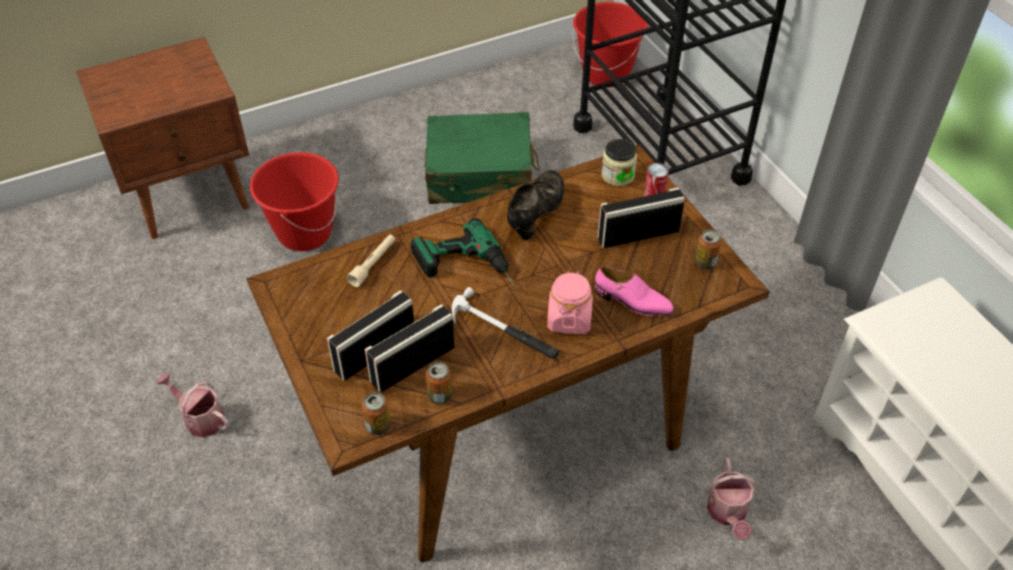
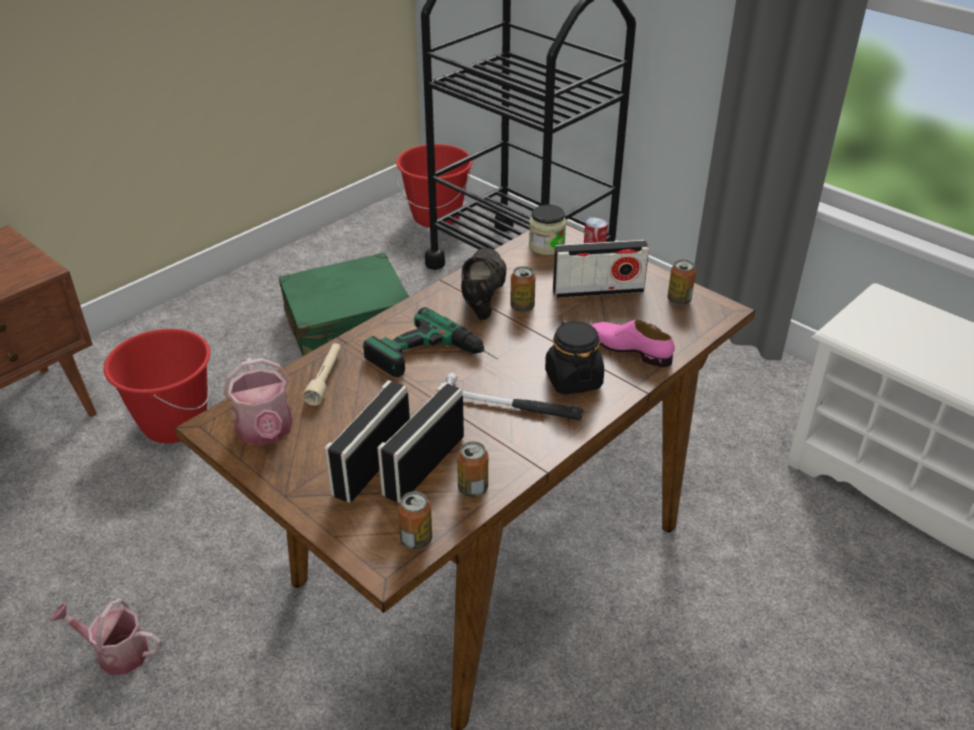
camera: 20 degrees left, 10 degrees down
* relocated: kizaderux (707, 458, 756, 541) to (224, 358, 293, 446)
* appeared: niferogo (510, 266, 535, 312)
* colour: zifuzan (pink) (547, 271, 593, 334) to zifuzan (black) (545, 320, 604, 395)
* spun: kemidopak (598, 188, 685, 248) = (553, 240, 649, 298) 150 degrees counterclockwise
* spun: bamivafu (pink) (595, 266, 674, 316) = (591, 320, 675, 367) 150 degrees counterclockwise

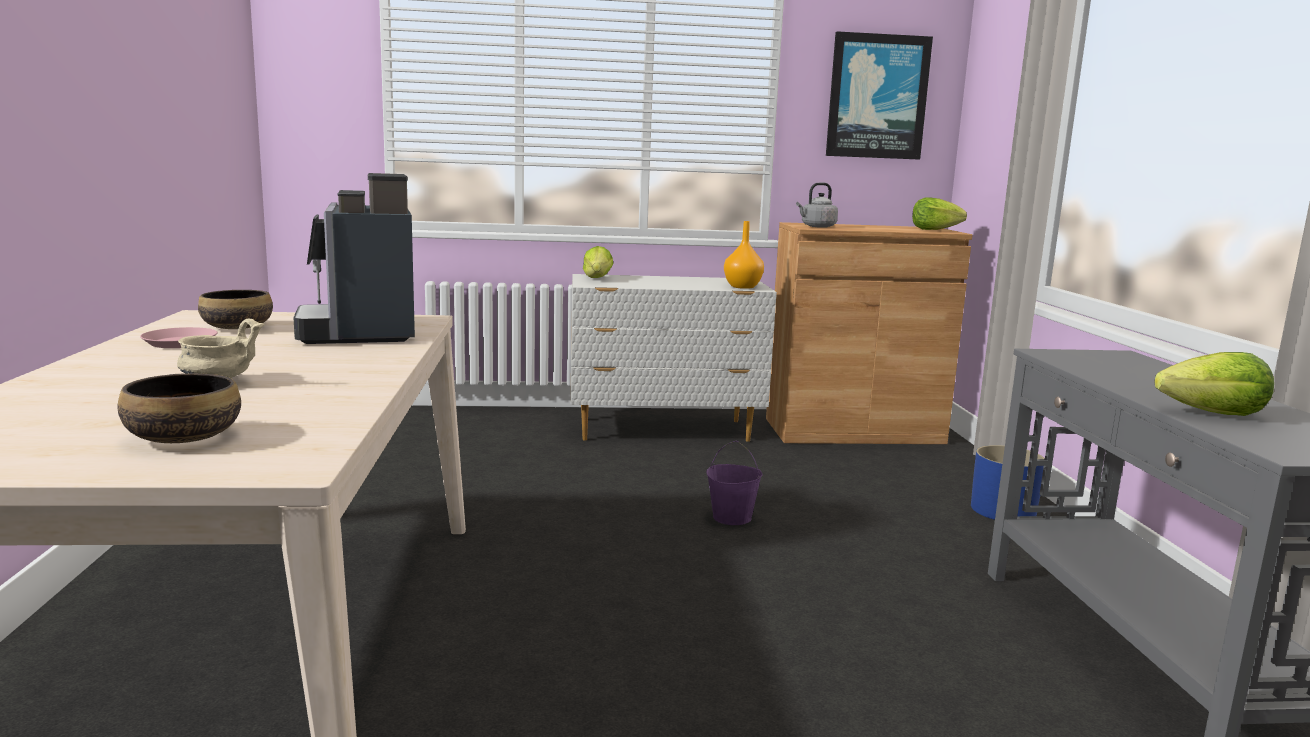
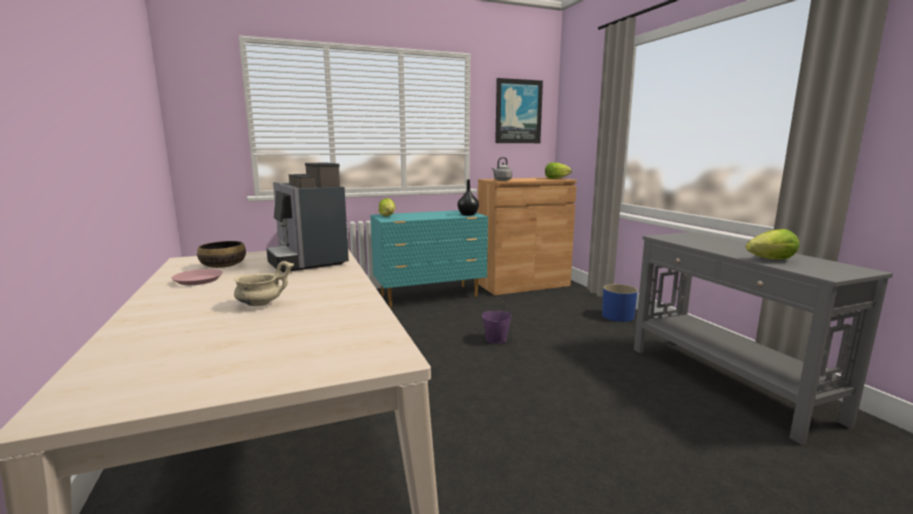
camera: 15 degrees left, 0 degrees up
* colour: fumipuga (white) (571, 274, 777, 442) to fumipuga (turquoise) (371, 210, 488, 307)
* colour: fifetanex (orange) (724, 221, 764, 289) to fifetanex (black) (458, 180, 479, 216)
* missing: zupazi (117, 373, 241, 443)

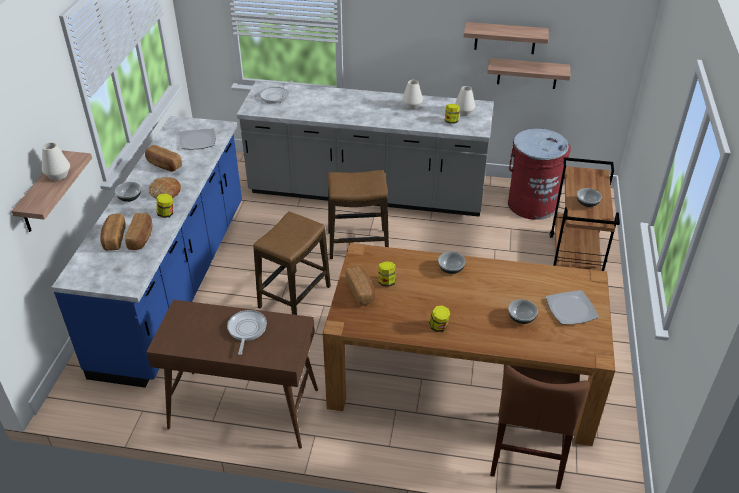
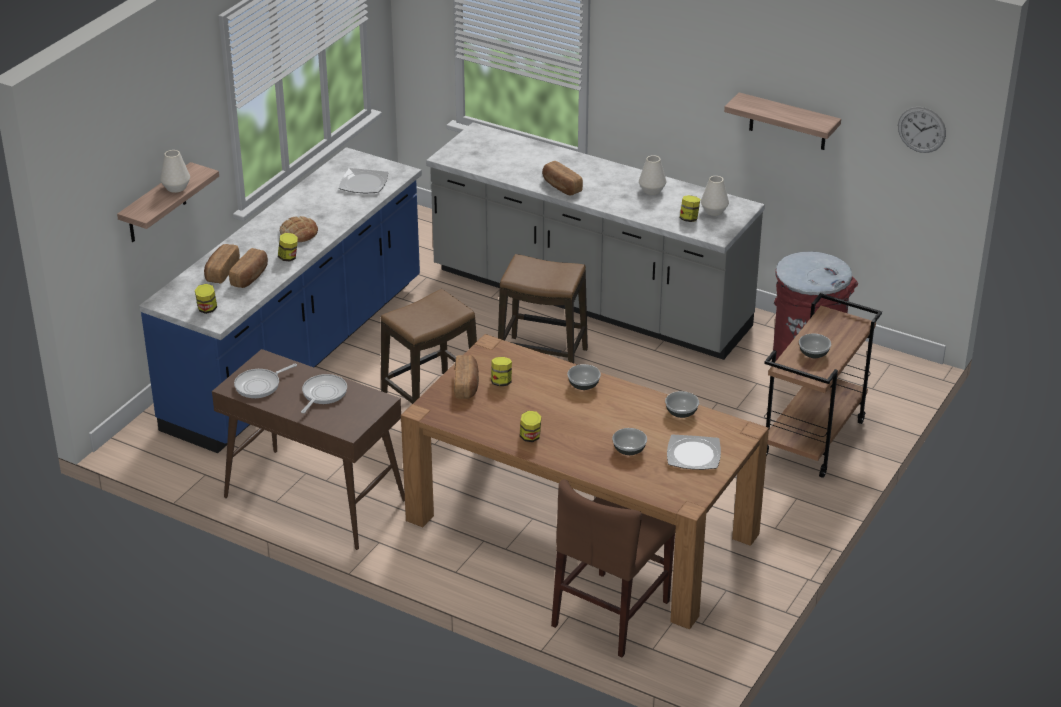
camera: 20 degrees right, 5 degrees down
* appeared: zifuzan (195, 284, 217, 314)
* relocated: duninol (260, 80, 293, 104) to (234, 364, 297, 398)
* relocated: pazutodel (145, 145, 182, 171) to (542, 161, 583, 196)
* relocated: zupazi (115, 182, 141, 202) to (665, 391, 699, 418)
* appeared: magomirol (898, 107, 946, 153)
* missing: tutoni (487, 58, 571, 89)

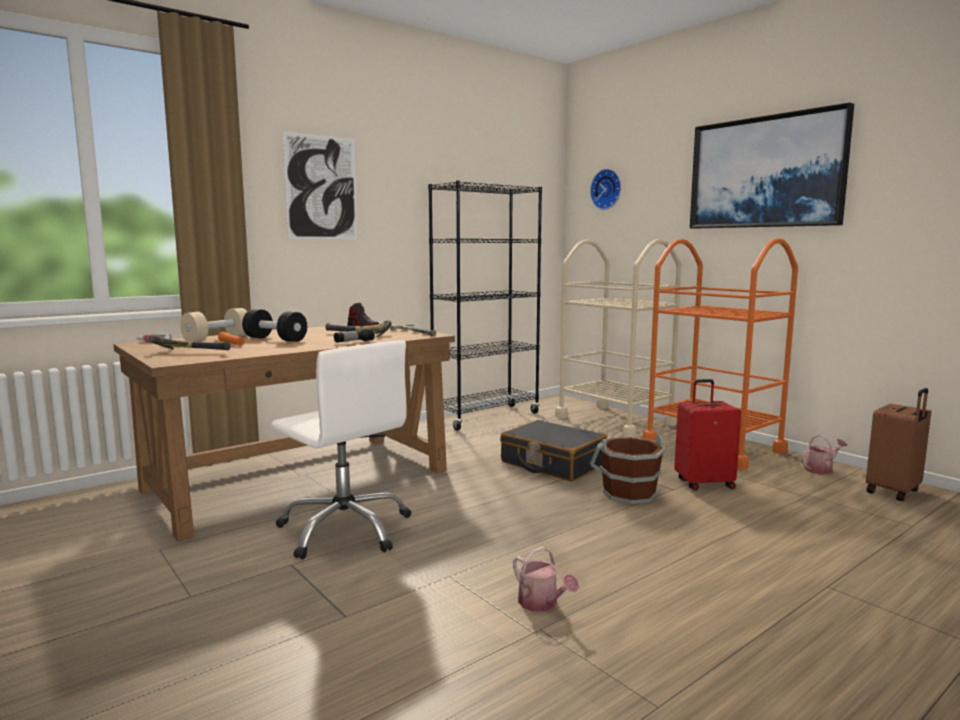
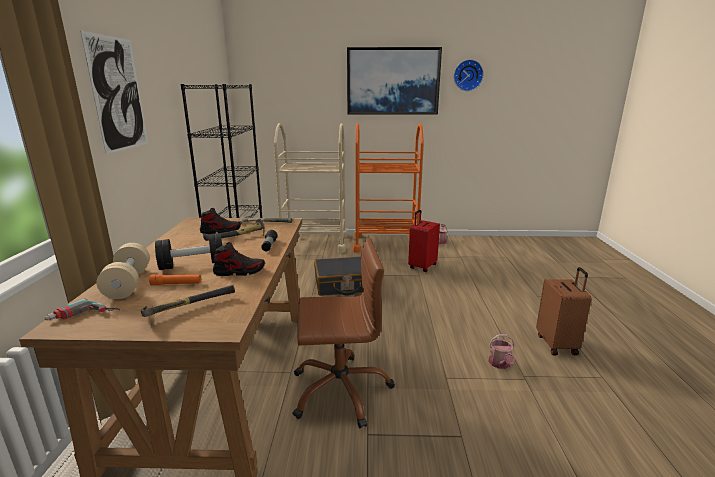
camera: 50 degrees left, 10 degrees up
* appeared: bamivafu (213, 242, 265, 276)
* colour: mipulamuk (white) (271, 341, 412, 559) to mipulamuk (brown) (293, 238, 395, 429)
* relocated: magomirol (590, 169, 621, 210) to (454, 59, 484, 91)
* spun: kizaderux (513, 546, 579, 612) = (488, 334, 515, 369) 90 degrees clockwise
* relocated: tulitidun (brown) (866, 388, 931, 501) to (536, 267, 591, 355)
* missing: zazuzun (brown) (590, 435, 666, 504)

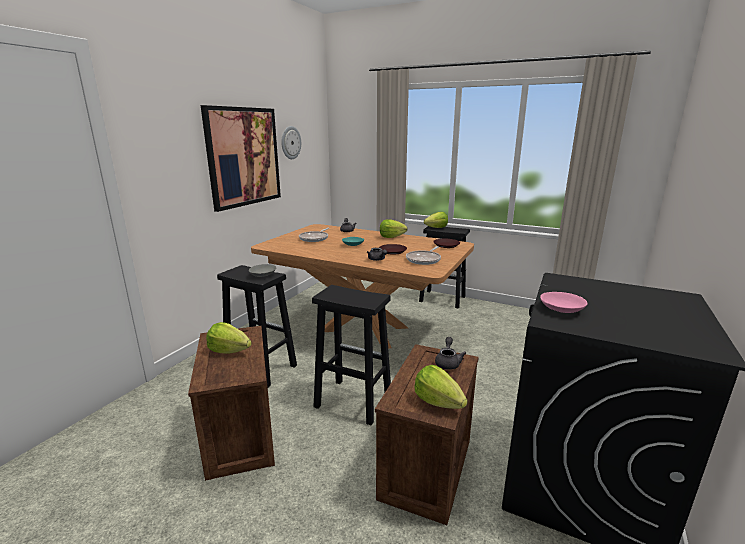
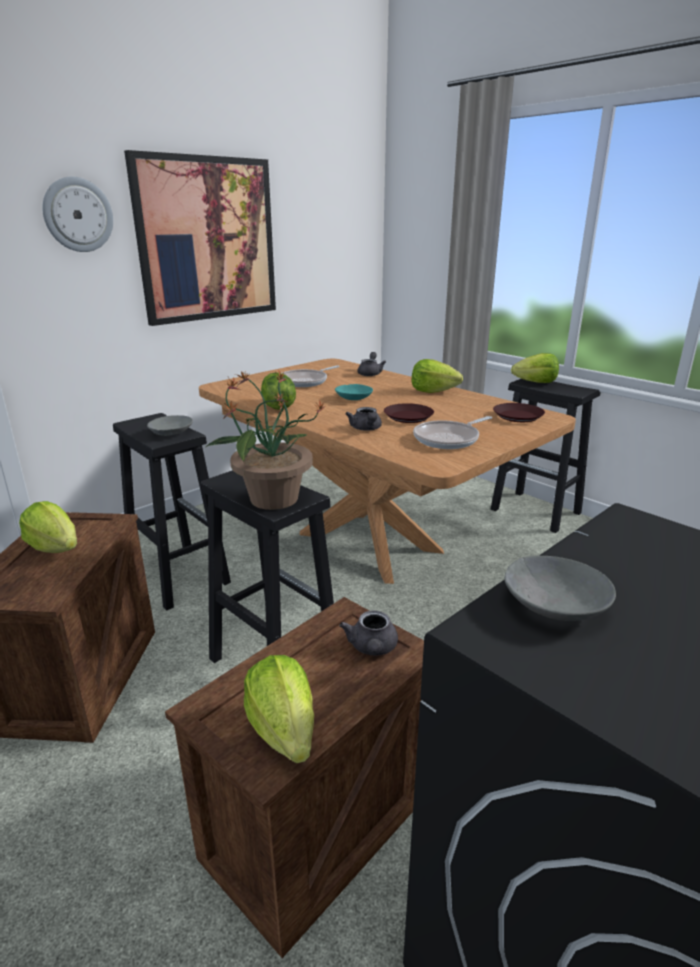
camera: 20 degrees right, 5 degrees up
* relocated: magomirol (281, 126, 301, 159) to (42, 176, 113, 252)
* appeared: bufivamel (206, 370, 325, 510)
* appeared: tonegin (261, 372, 296, 410)
* spun: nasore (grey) (435, 337, 466, 370) = (339, 610, 398, 656) 150 degrees clockwise
* colour: zupazi (pink) (540, 292, 588, 313) to zupazi (grey) (504, 556, 616, 621)

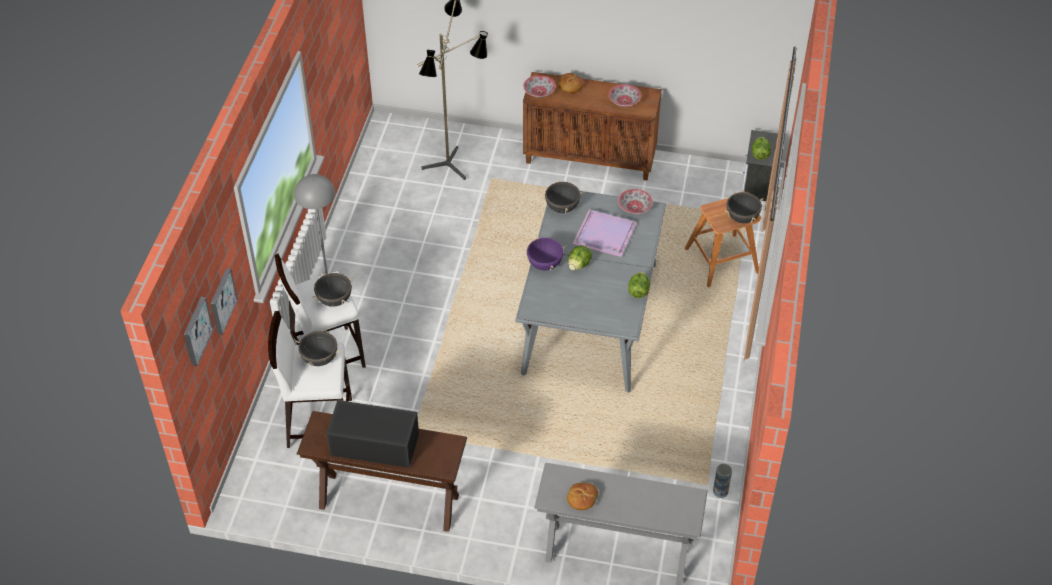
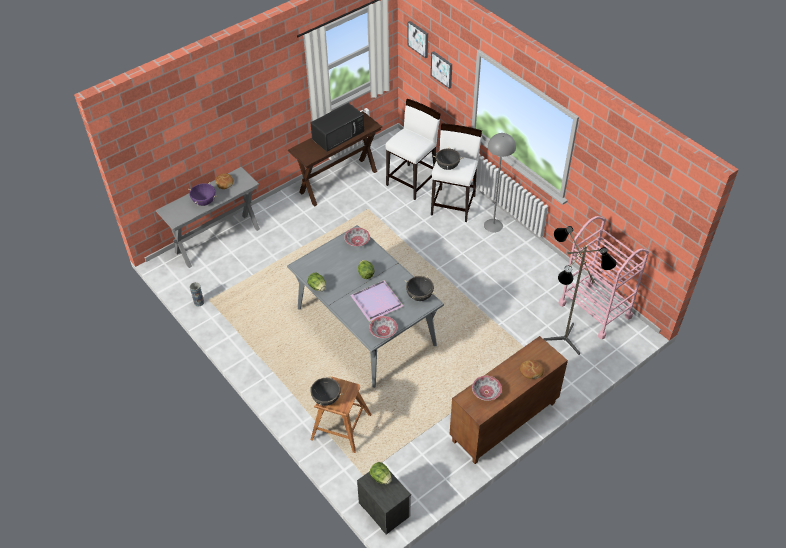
camera: 130 degrees right, 0 degrees up
* relocated: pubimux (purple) (524, 235, 567, 271) to (189, 182, 217, 206)
* relocated: zupazi (523, 75, 556, 98) to (344, 227, 370, 247)
* appeared: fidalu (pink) (558, 216, 649, 339)
* missing: pubimux (black) (295, 328, 341, 366)

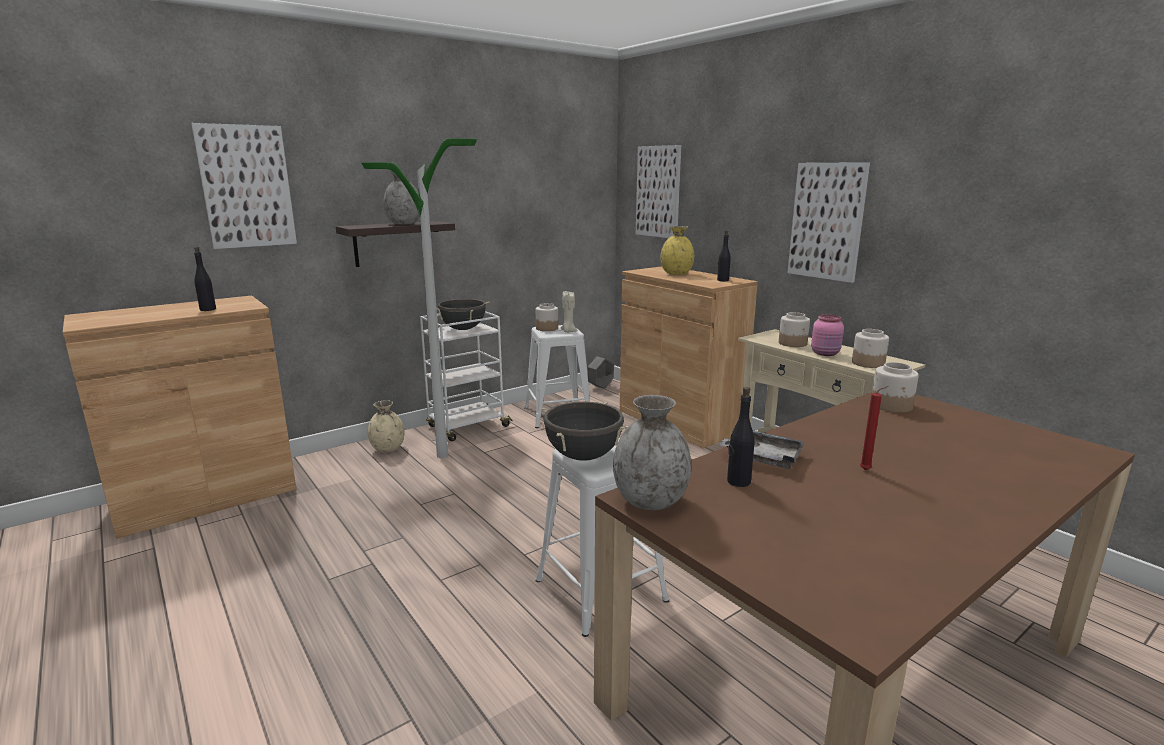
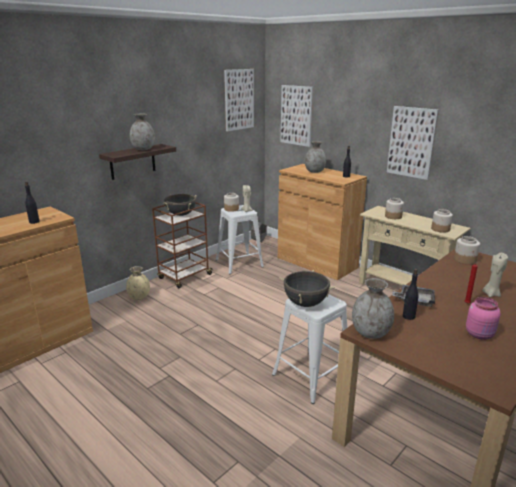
camera: 10 degrees left, 5 degrees up
* colour: fidalu (white) (420, 311, 513, 441) to fidalu (brown) (152, 202, 214, 288)
* relocated: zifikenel (191, 123, 297, 249) to (224, 69, 254, 131)
* colour: fifetanex (yellow) (660, 226, 694, 275) to fifetanex (grey) (305, 141, 326, 173)
* relocated: zifuzan (pink) (811, 314, 844, 356) to (466, 297, 501, 340)
* appeared: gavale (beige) (482, 253, 508, 297)
* missing: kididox (361, 138, 477, 458)

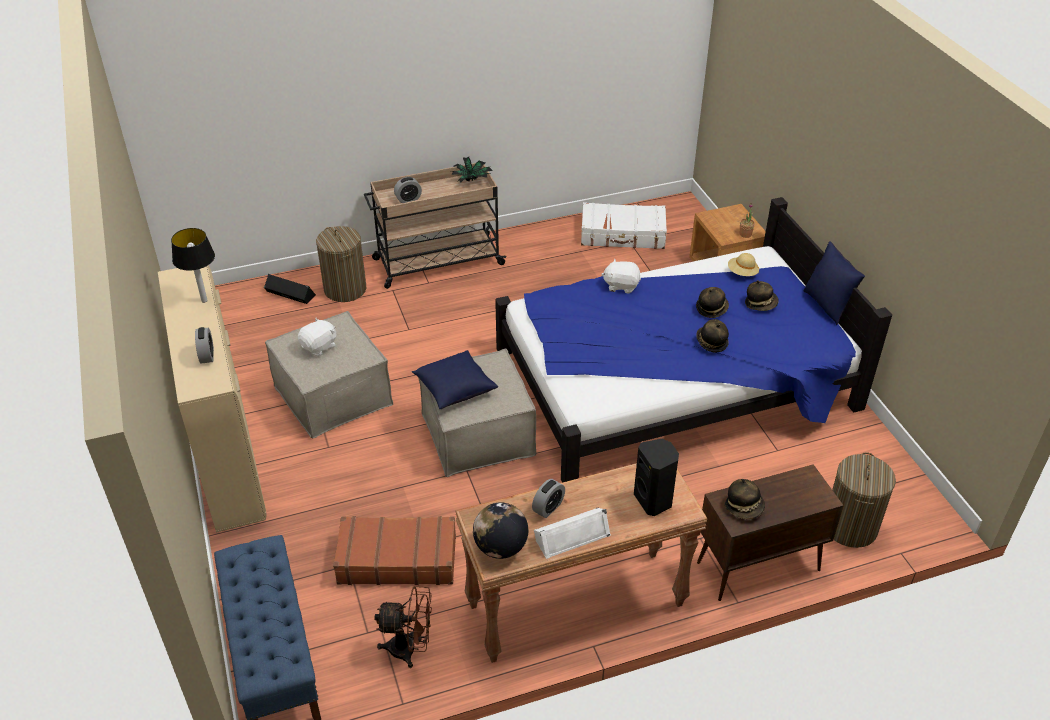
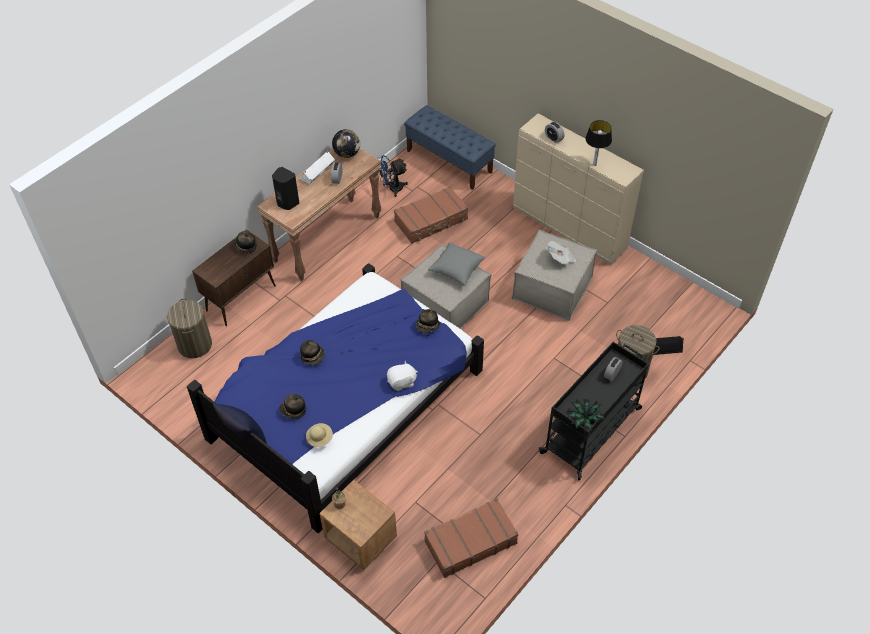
camera: 150 degrees right, 10 degrees up
* colour: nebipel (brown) (374, 586, 432, 668) to nebipel (blue) (378, 155, 408, 197)
* relocated: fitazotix (696, 287, 729, 318) to (416, 309, 440, 333)
* colour: tulitidun (white) (581, 202, 667, 249) to tulitidun (brown) (424, 498, 518, 578)
* colour: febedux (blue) (412, 350, 498, 409) to febedux (grey) (428, 242, 486, 286)
* colour: fidalu (beige) (364, 163, 507, 289) to fidalu (black) (539, 342, 649, 480)
* exchanged: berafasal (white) (298, 318, 336, 356) to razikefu (546, 241, 576, 264)

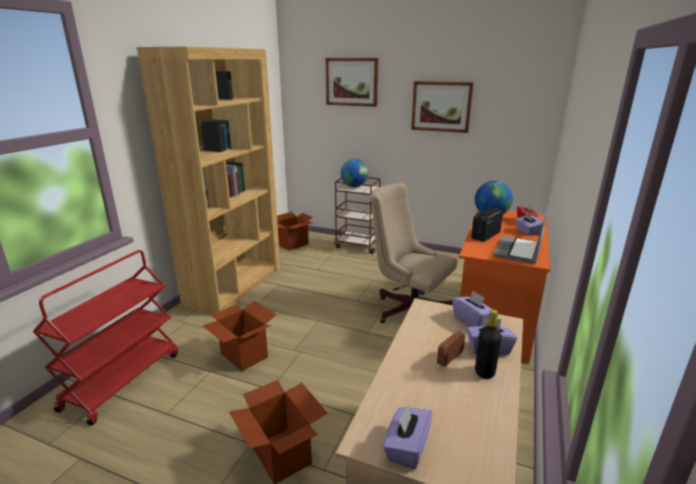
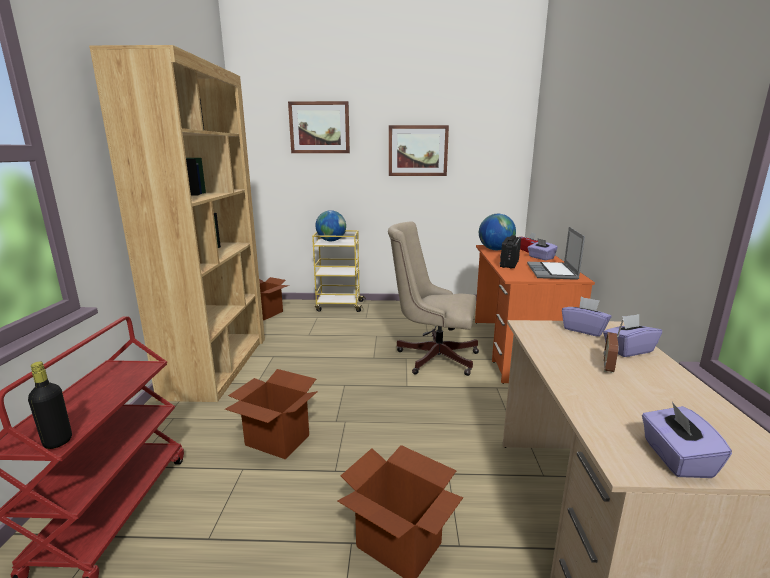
camera: 20 degrees left, 5 degrees down
* relocated: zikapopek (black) (475, 309, 502, 379) to (28, 362, 72, 449)
* colour: fidalu (brown) (335, 177, 381, 254) to fidalu (yellow) (312, 230, 366, 312)

